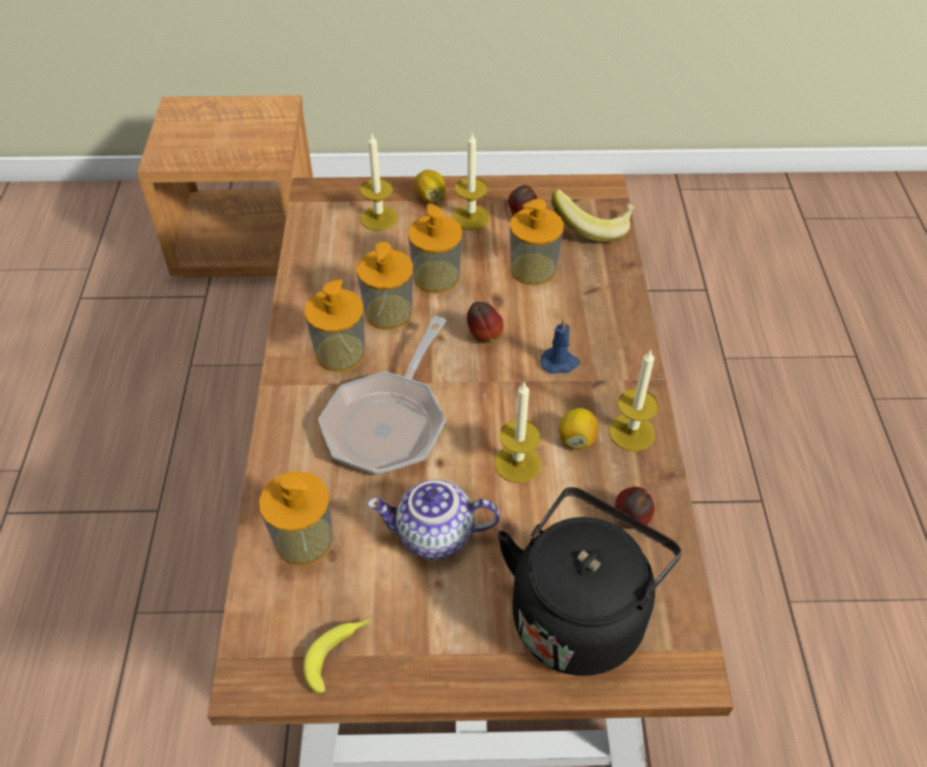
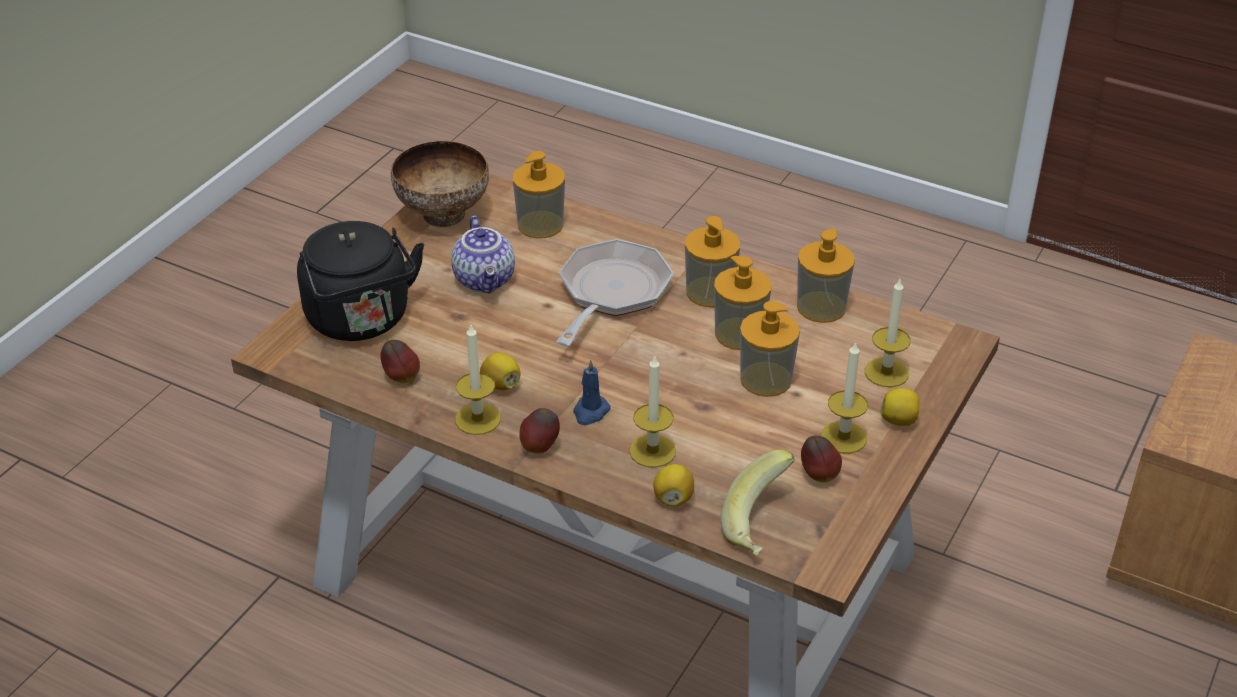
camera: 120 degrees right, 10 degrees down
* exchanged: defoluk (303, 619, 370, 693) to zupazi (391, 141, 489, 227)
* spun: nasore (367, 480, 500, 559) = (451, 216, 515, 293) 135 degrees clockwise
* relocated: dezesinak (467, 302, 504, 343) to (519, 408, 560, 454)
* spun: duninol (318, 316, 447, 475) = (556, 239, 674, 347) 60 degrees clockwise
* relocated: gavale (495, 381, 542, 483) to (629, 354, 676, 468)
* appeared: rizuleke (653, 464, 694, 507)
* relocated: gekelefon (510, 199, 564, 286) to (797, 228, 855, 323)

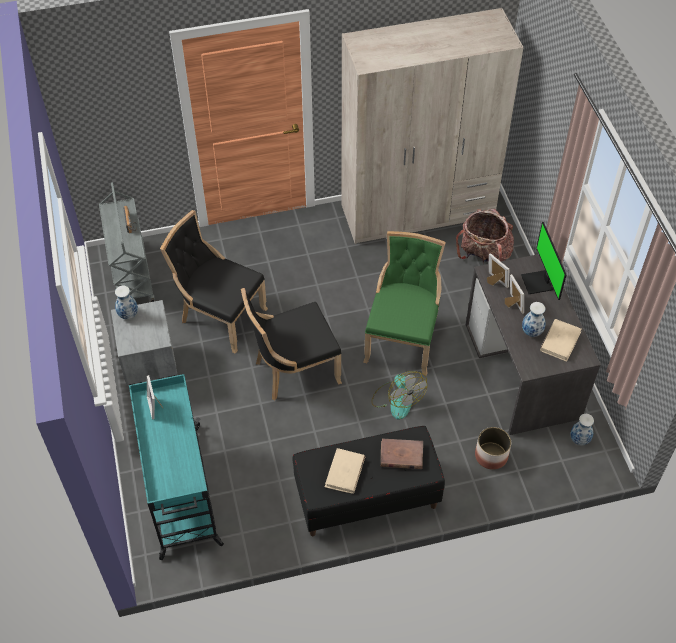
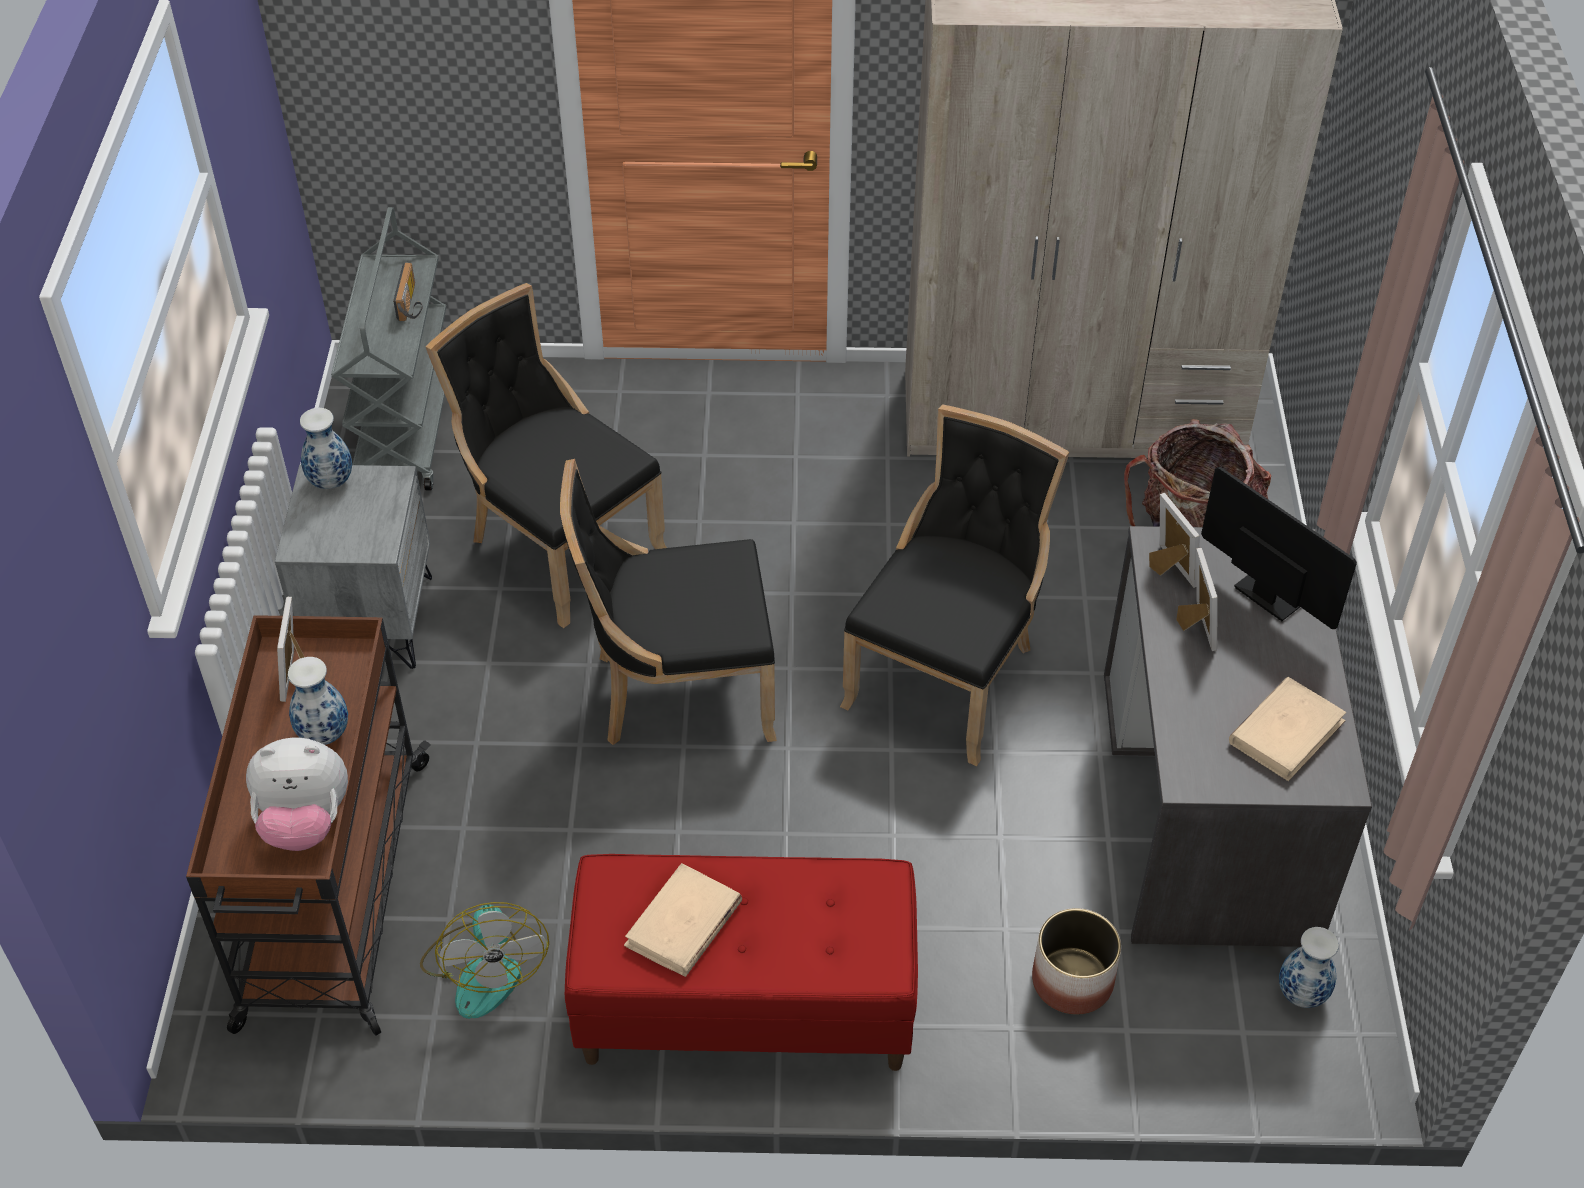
camera: 15 degrees right, 5 degrees down
* colour: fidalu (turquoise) (129, 374, 224, 560) to fidalu (brown) (186, 615, 431, 1036)
* appeared: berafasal (246, 737, 348, 851)
* relocated: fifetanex (522, 302, 546, 337) to (288, 657, 348, 745)
* relocated: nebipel (371, 371, 427, 420) to (420, 902, 549, 1019)
* colour: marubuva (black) (293, 426, 445, 536) to marubuva (red) (565, 854, 918, 1071)
* colour: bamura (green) (363, 231, 446, 376) to bamura (black) (840, 404, 1069, 766)
* spun: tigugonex (521, 222, 566, 300) = (1201, 467, 1357, 629) 135 degrees clockwise
* missing: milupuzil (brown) (381, 438, 423, 469)

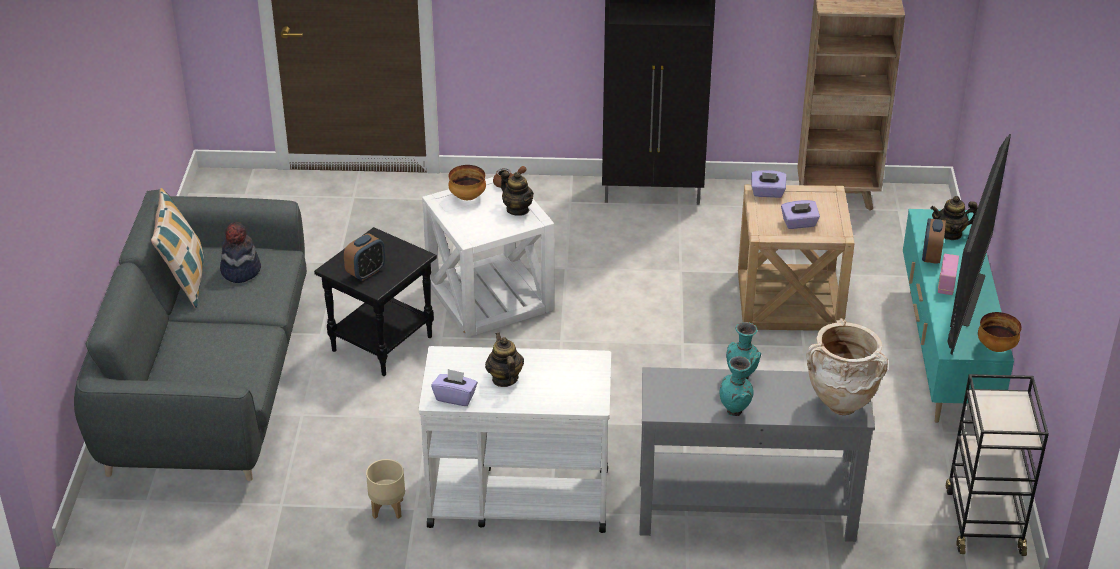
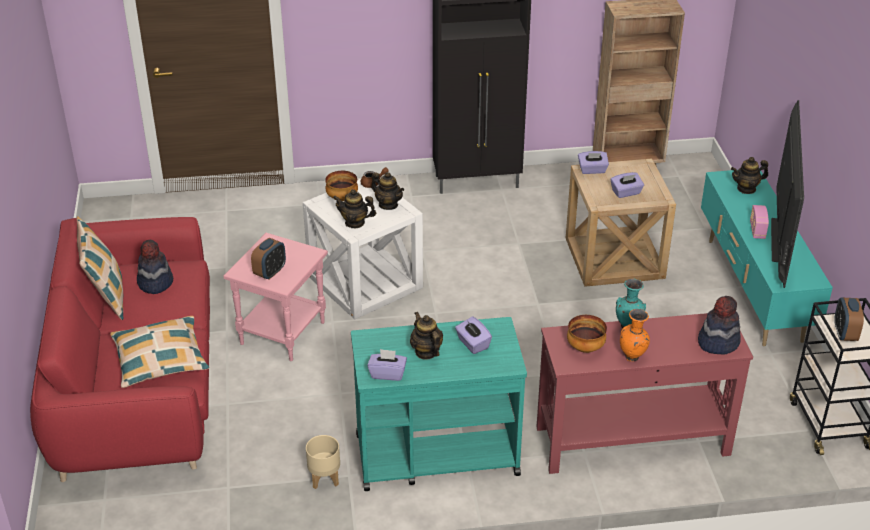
camera: 10 degrees left, 0 degrees up
* colour: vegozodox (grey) (74, 189, 307, 481) to vegozodox (red) (30, 217, 210, 482)
* appeared: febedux (110, 316, 209, 388)
* colour: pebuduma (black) (314, 227, 437, 376) to pebuduma (pink) (223, 233, 328, 361)
* appeared: nasore (333, 189, 376, 228)
* colour: fidalu (white) (419, 346, 611, 533) to fidalu (turquoise) (351, 317, 527, 491)
* appeared: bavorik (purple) (455, 317, 492, 354)
* colour: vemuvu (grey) (639, 367, 875, 542) to vemuvu (red) (536, 313, 753, 474)
* relocated: zupazi (978, 312, 1022, 352) to (567, 315, 607, 353)
* colour: fifetanex (turquoise) (720, 356, 754, 416) to fifetanex (orange) (620, 309, 650, 362)
* exchanged: fifetanex (beige) (807, 318, 888, 415) to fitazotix (698, 296, 741, 354)
* relocated: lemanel (922, 218, 946, 264) to (834, 298, 864, 341)

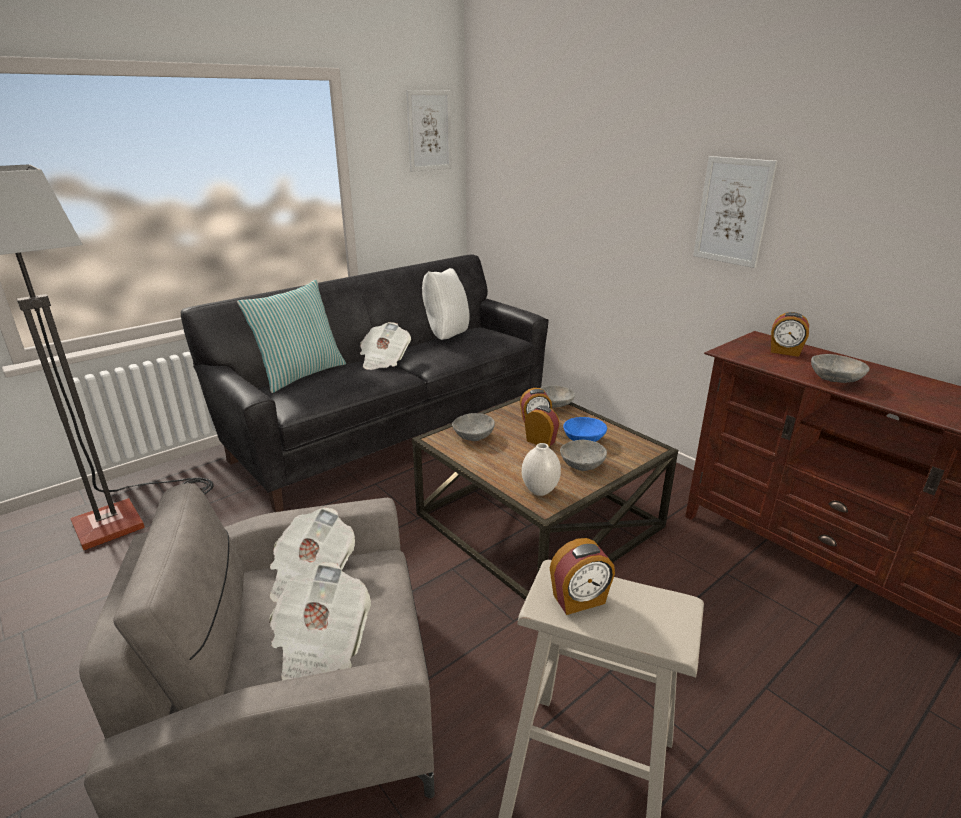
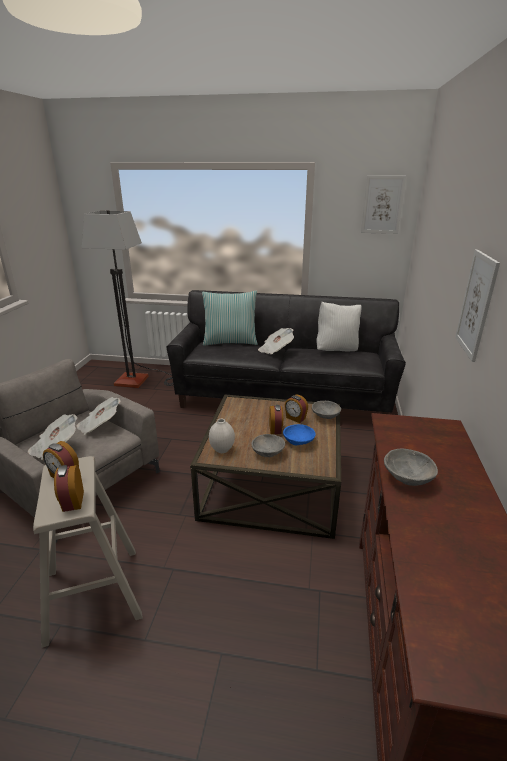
camera: 50 degrees right, 0 degrees up
* relocated: lemanel (771, 312, 809, 357) to (54, 465, 84, 512)
* missing: zupazi (grey) (452, 413, 495, 441)

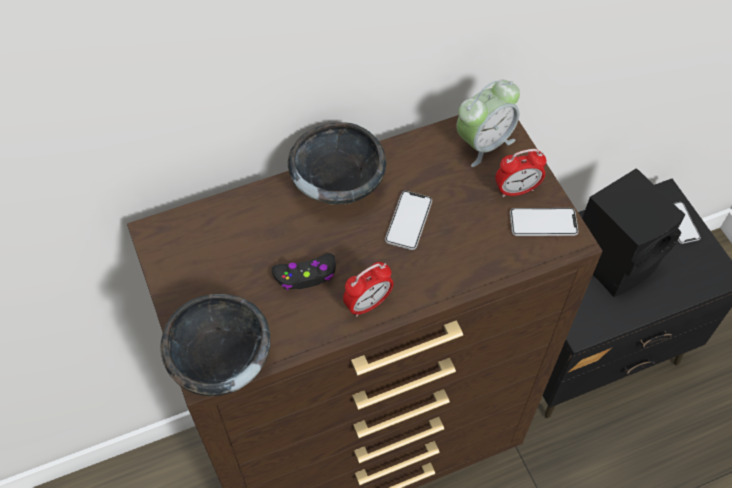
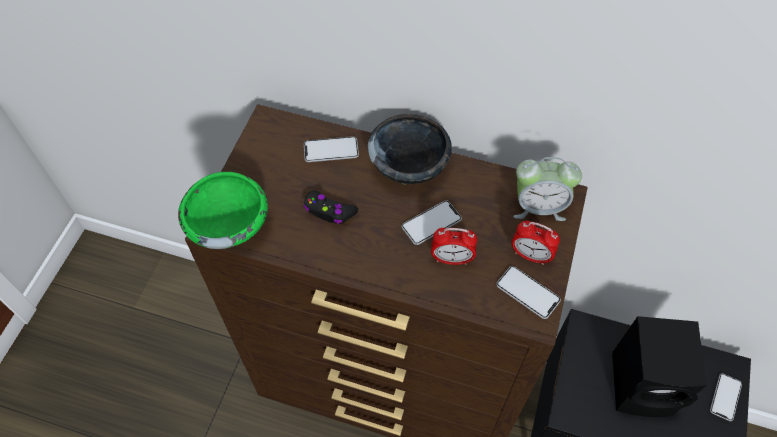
camera: 40 degrees right, 0 degrees up
* colour: zupazi (black) (160, 294, 271, 396) to zupazi (green) (178, 172, 268, 249)
* appeared: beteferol (304, 136, 359, 162)
* relocated: lemanel (343, 262, 394, 317) to (431, 228, 477, 265)

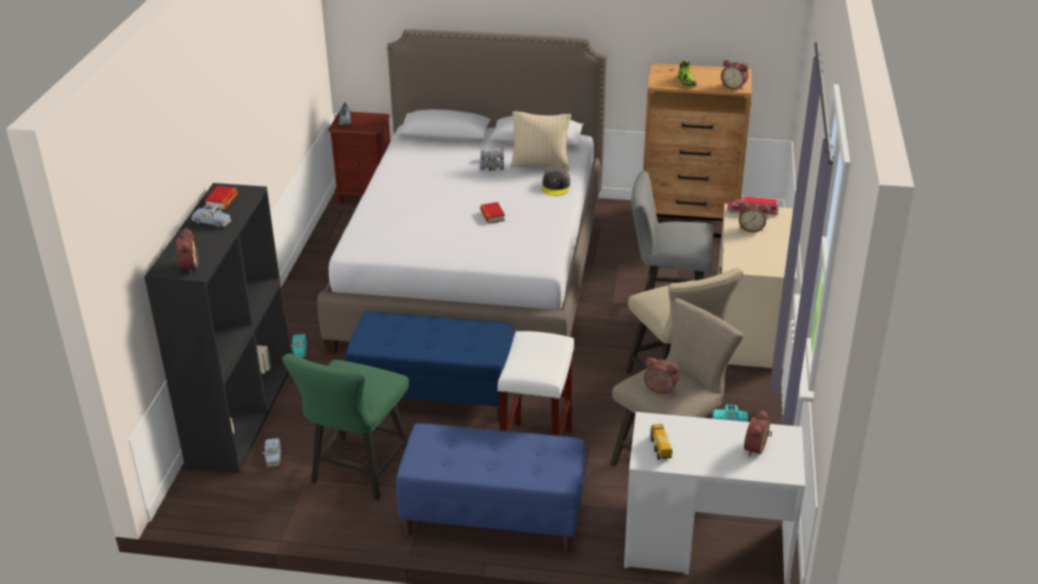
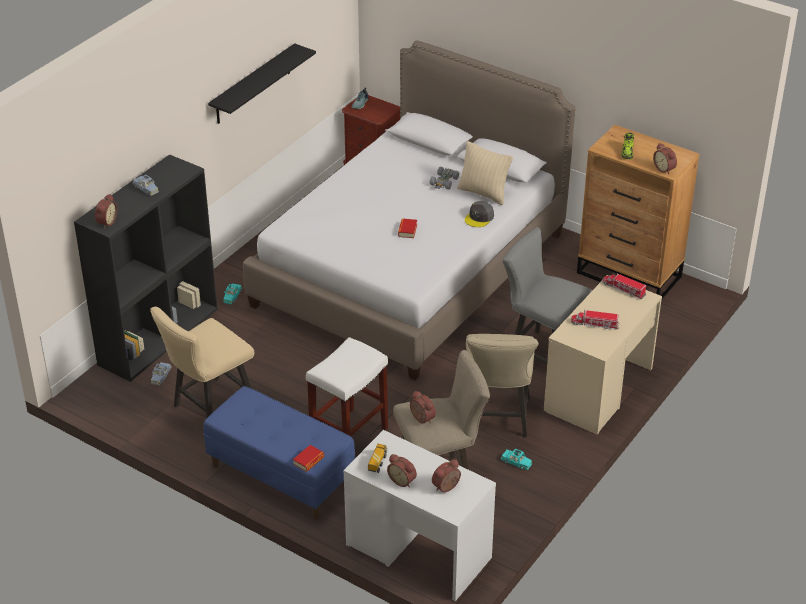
camera: 25 degrees right, 5 degrees up
* colour: bamura (green) (282, 354, 409, 501) to bamura (beige) (150, 307, 254, 418)
* appeared: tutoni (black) (208, 43, 316, 124)
* relocated: milupuzil (205, 186, 238, 210) to (293, 445, 324, 472)
* relocated: lemanel (739, 202, 768, 232) to (387, 454, 417, 488)
* appeared: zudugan (571, 310, 619, 330)
* missing: marubuva (blue) (345, 311, 513, 422)

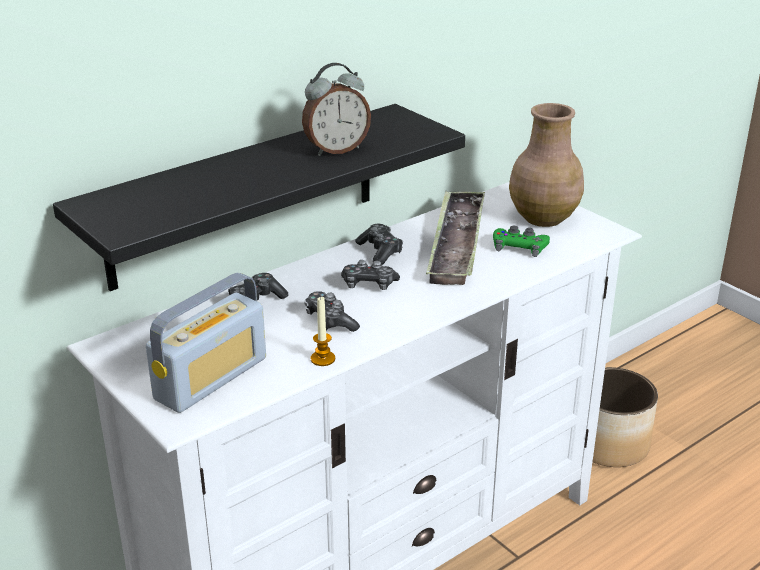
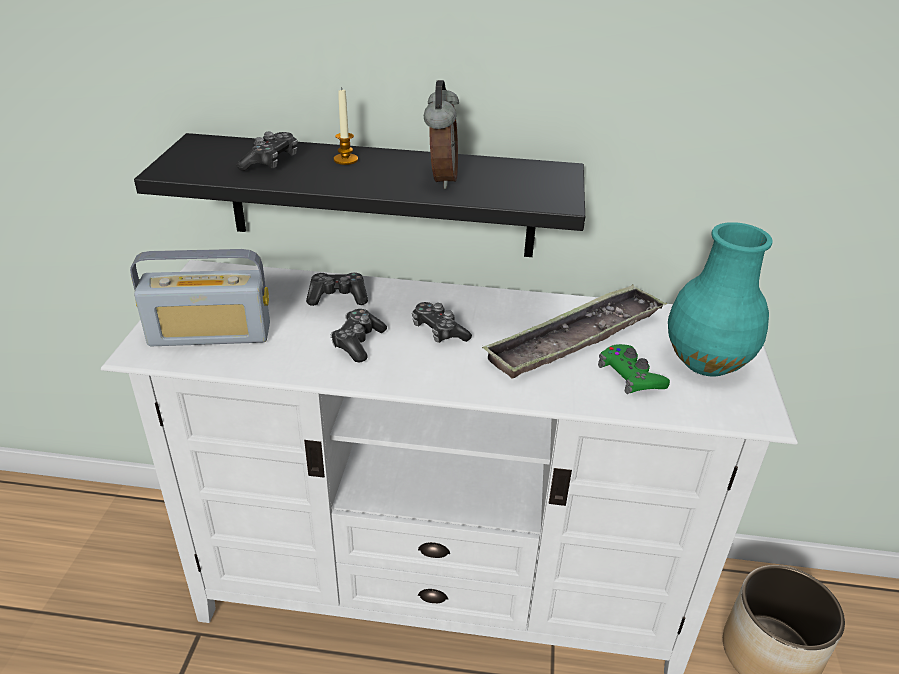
camera: 45 degrees right, 5 degrees up
* relocated: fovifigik (355, 224, 403, 265) to (236, 132, 298, 171)
* relocated: gavale (311, 296, 335, 366) to (334, 90, 358, 165)
* spun: lemanel (302, 63, 371, 156) = (424, 80, 459, 189) 105 degrees counterclockwise
* colour: fifetanex (brown) (509, 103, 584, 227) to fifetanex (turquoise) (668, 222, 772, 376)

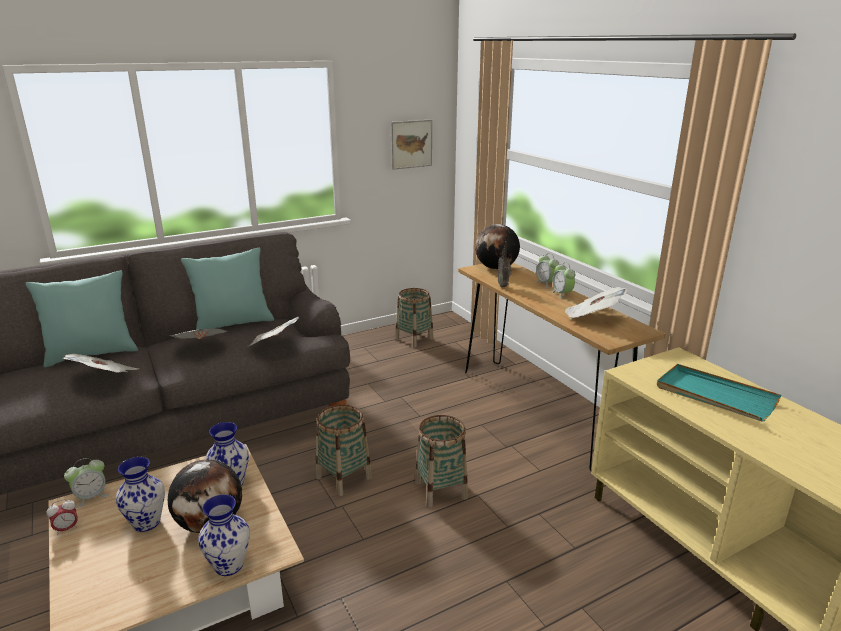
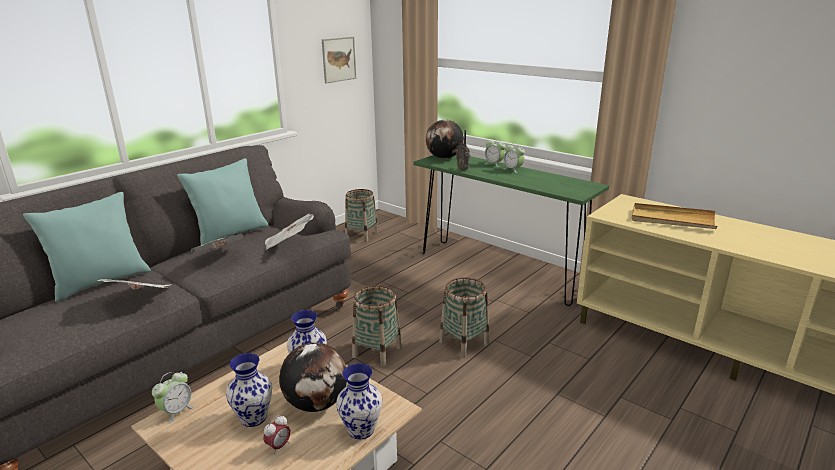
camera: 20 degrees left, 0 degrees up
* relocated: lemanel (47, 499, 78, 535) to (264, 415, 290, 454)
* colour: vemuvu (brown) (458, 263, 665, 471) to vemuvu (green) (414, 155, 609, 306)
* colour: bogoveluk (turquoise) (657, 364, 781, 422) to bogoveluk (beige) (631, 203, 717, 229)
* missing: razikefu (565, 287, 628, 319)

